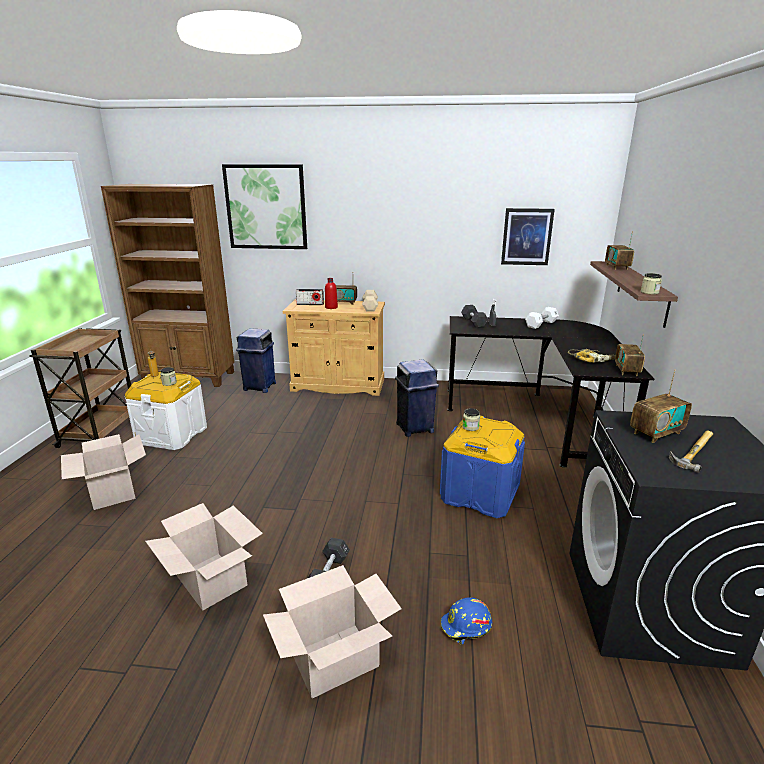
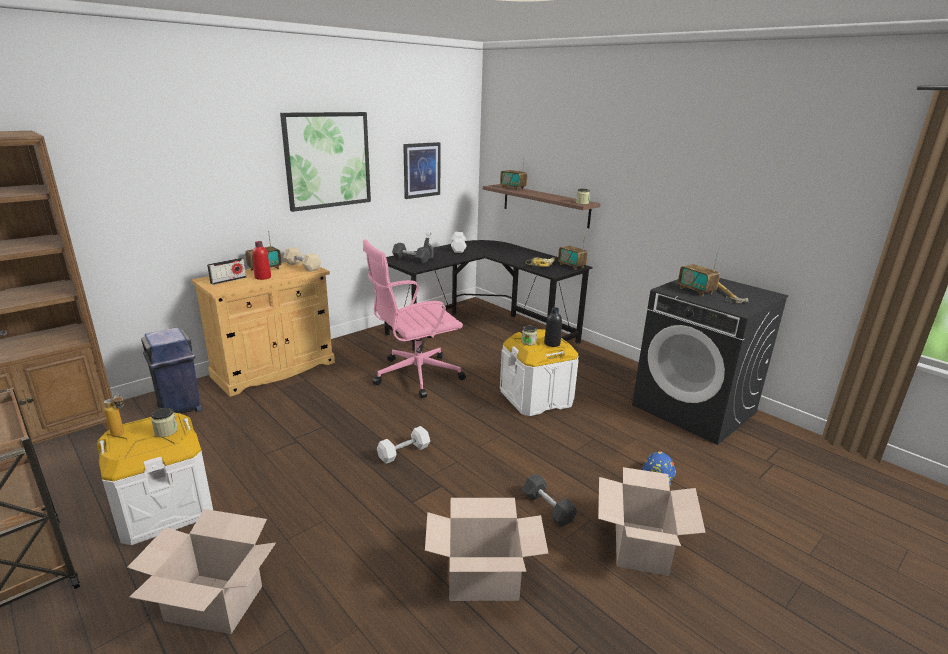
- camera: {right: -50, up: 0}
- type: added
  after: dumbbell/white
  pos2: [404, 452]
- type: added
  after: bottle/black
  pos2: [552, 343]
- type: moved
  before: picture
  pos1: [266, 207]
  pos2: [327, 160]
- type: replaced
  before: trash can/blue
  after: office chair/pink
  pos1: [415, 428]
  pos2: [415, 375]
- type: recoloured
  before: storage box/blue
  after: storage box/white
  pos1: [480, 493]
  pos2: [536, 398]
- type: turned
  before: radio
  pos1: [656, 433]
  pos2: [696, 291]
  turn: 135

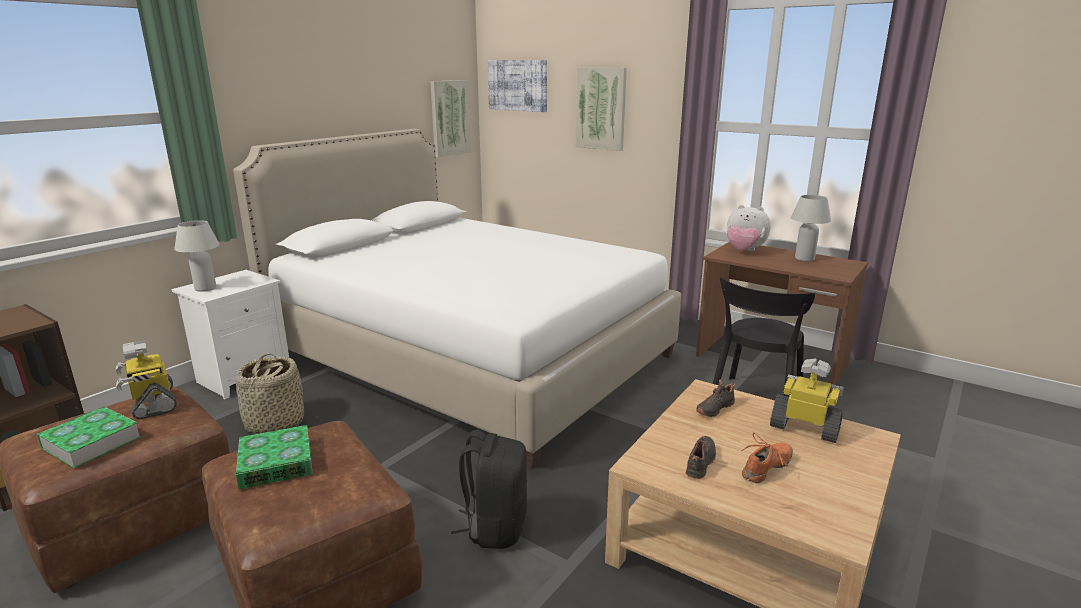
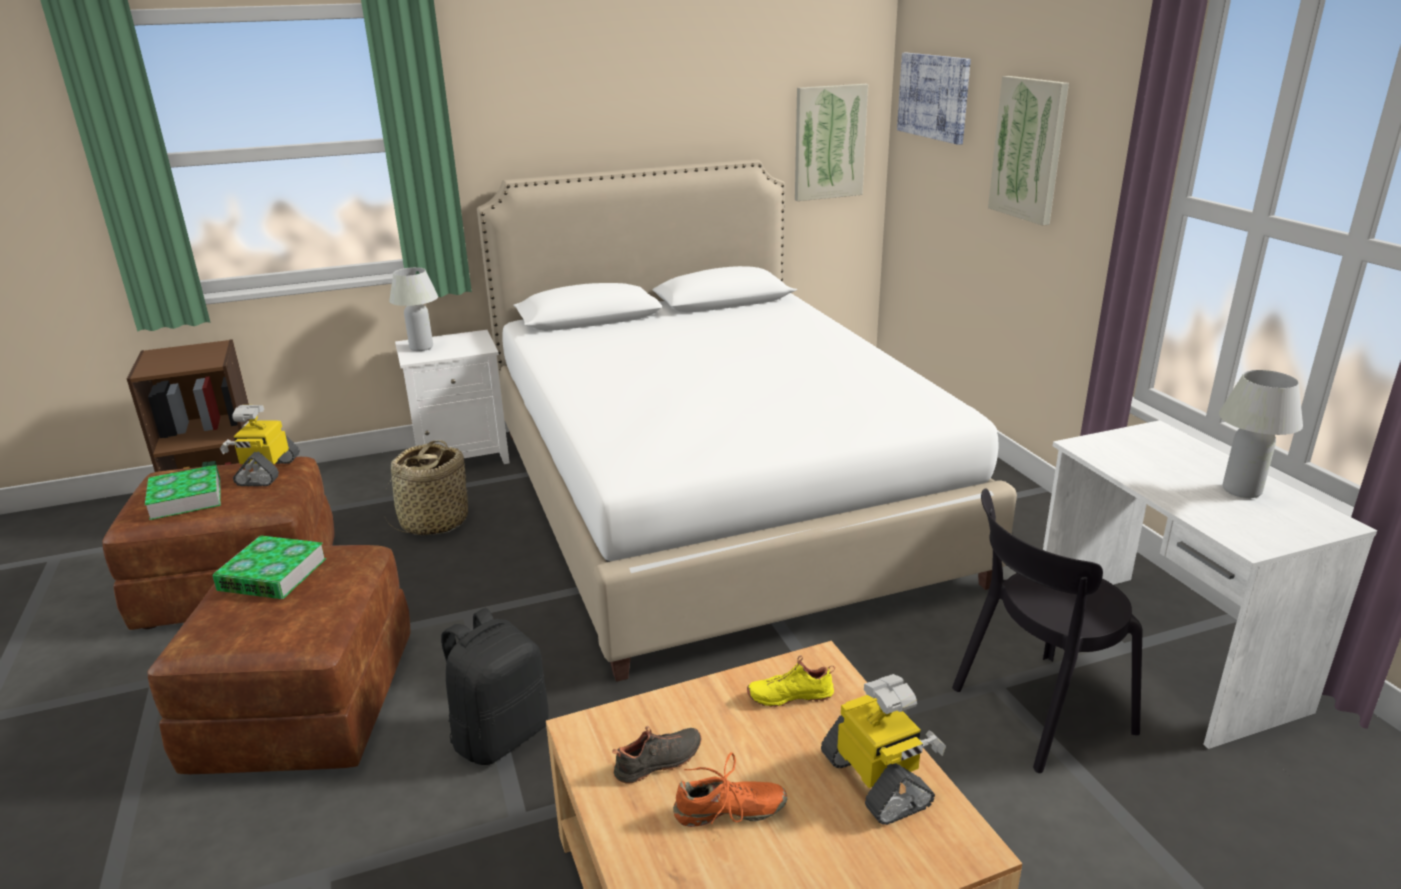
- camera: {right: 35, up: 5}
- type: removed
  before: plush toy
  pos1: [744, 251]
- type: recoloured
  before: desk/brown
  after: desk/white
  pos1: [770, 361]
  pos2: [1160, 653]
- type: recoloured
  before: shoe/black
  after: shoe/yellow
  pos1: [714, 408]
  pos2: [789, 695]

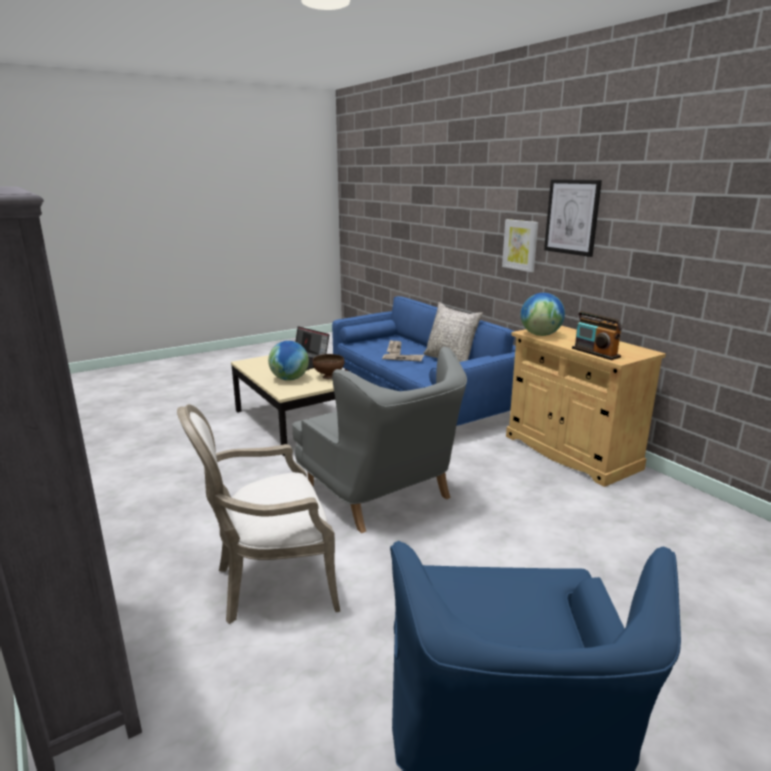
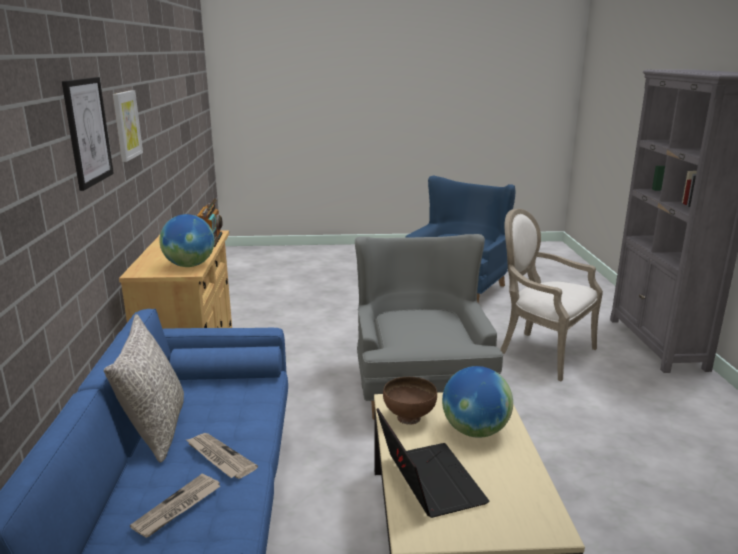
- camera: {right: -150, up: 0}
- type: moved
  before: picture
  pos1: [520, 245]
  pos2: [126, 125]
- type: turned
  before: armchair
  pos1: [269, 583]
  pos2: [541, 352]
  turn: -150

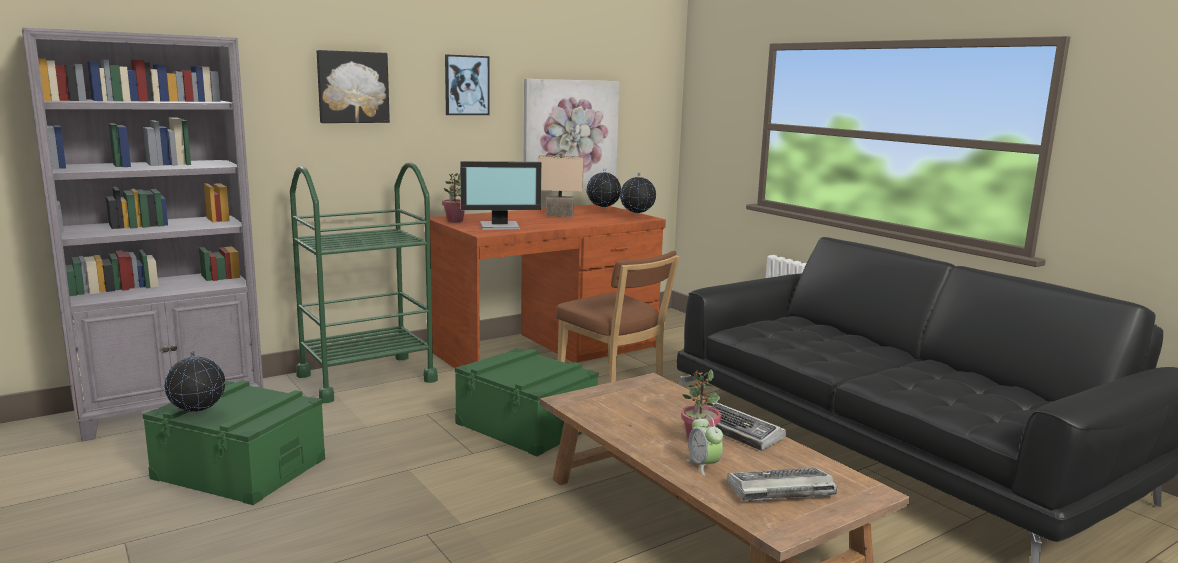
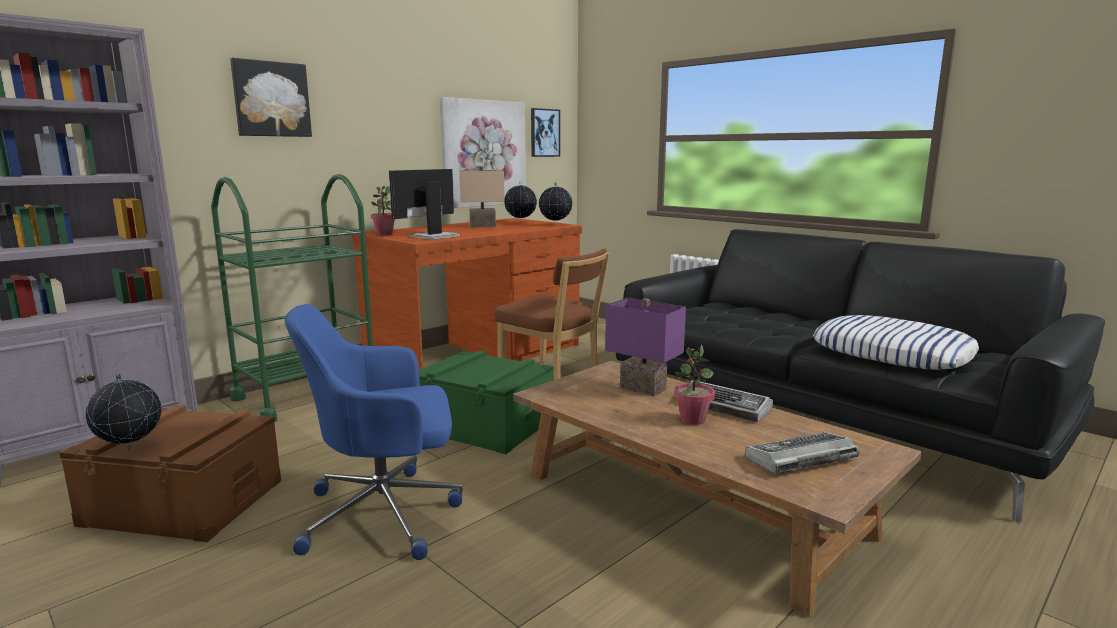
- camera: {right: -10, up: 0}
- type: removed
  before: alarm clock
  pos1: [703, 466]
- type: added
  after: office chair/blue
  pos2: [386, 513]
- type: added
  after: table lamp/purple
  pos2: [644, 388]
- type: added
  after: pillow
  pos2: [892, 353]
- type: moved
  before: picture
  pos1: [466, 85]
  pos2: [544, 133]
- type: recoloured
  before: storage box/green
  after: storage box/brown
  pos1: [240, 468]
  pos2: [185, 502]
- type: turned
  before: monitor
  pos1: [500, 226]
  pos2: [432, 236]
  turn: 150

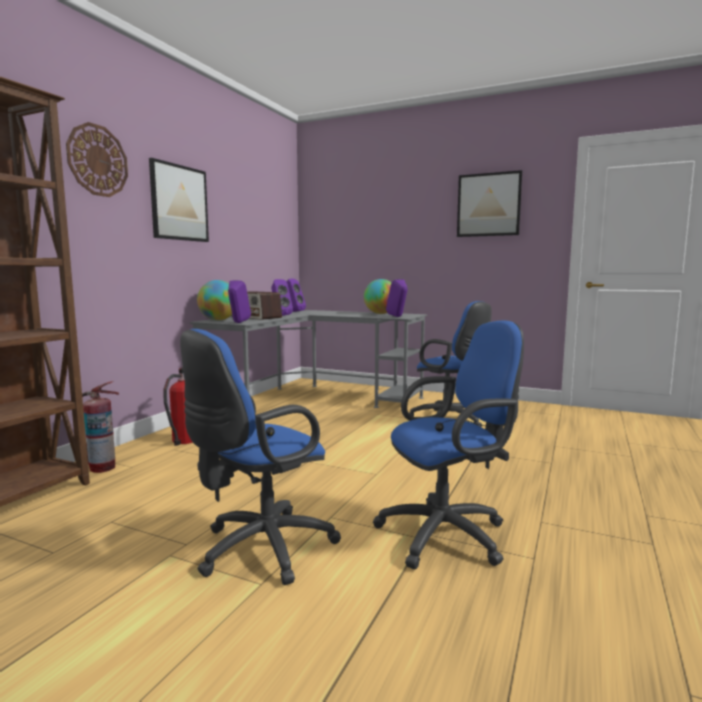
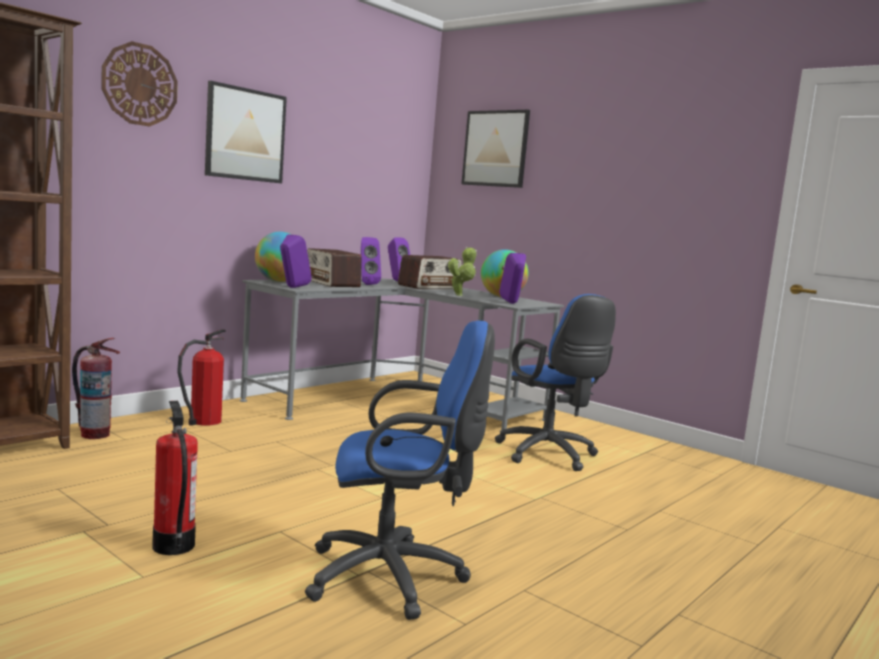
- camera: {right: 15, up: 0}
- type: added
  after: radio
  pos2: [430, 287]
- type: added
  after: potted plant
  pos2: [460, 295]
- type: moved
  before: picture
  pos1: [488, 205]
  pos2: [495, 148]
- type: replaced
  before: office chair/blue
  after: fire extinguisher
  pos1: [259, 550]
  pos2: [173, 546]

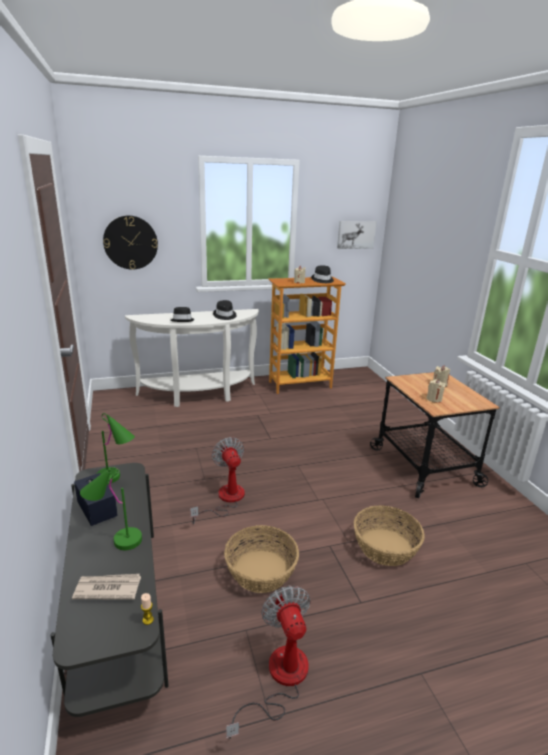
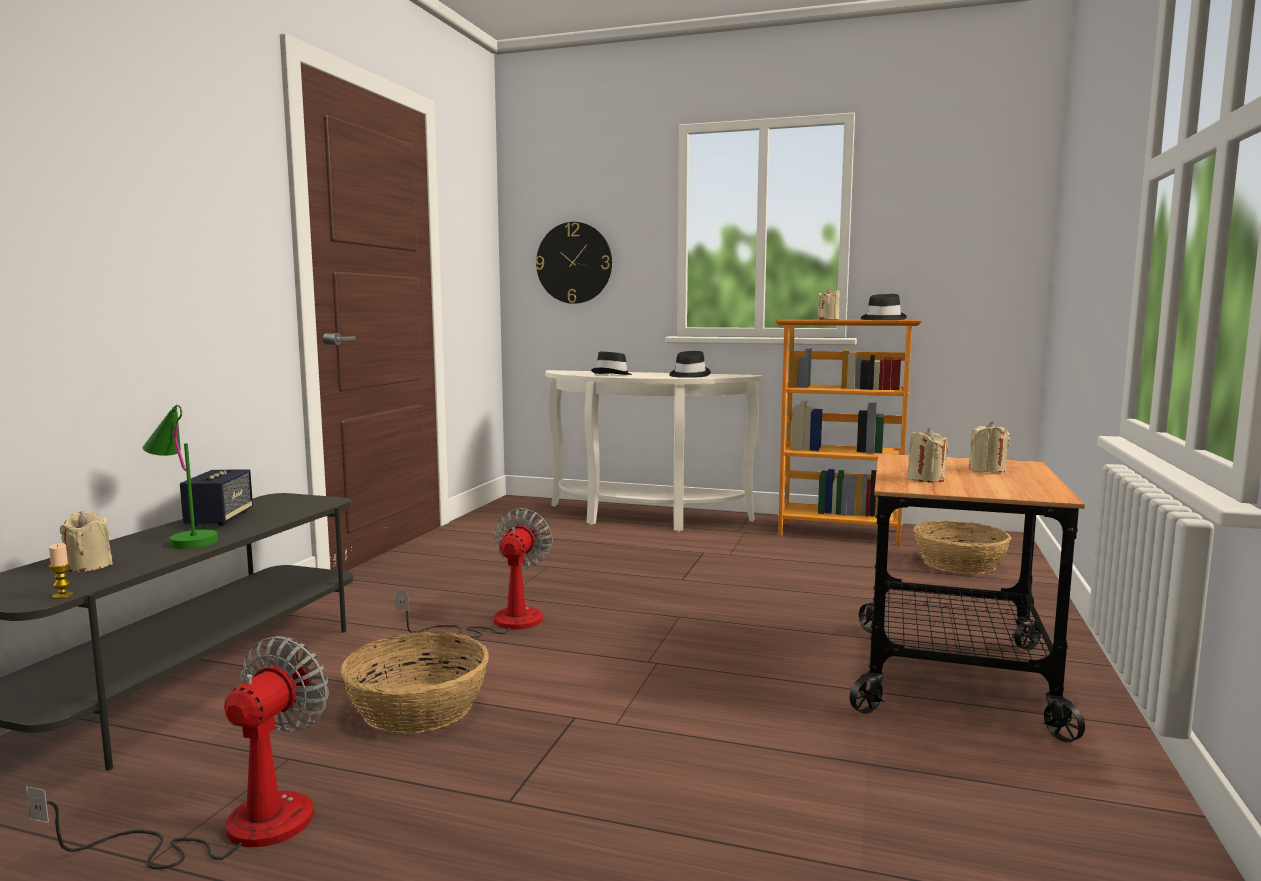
- camera: {right: 35, up: -15}
- type: removed
  before: table lamp/green
  pos1: [117, 479]
- type: removed
  before: picture
  pos1: [355, 234]
- type: moved
  before: basket
  pos1: [385, 546]
  pos2: [959, 564]
- type: replaced
  before: newspaper
  after: candle/beige
  pos1: [107, 588]
  pos2: [89, 566]

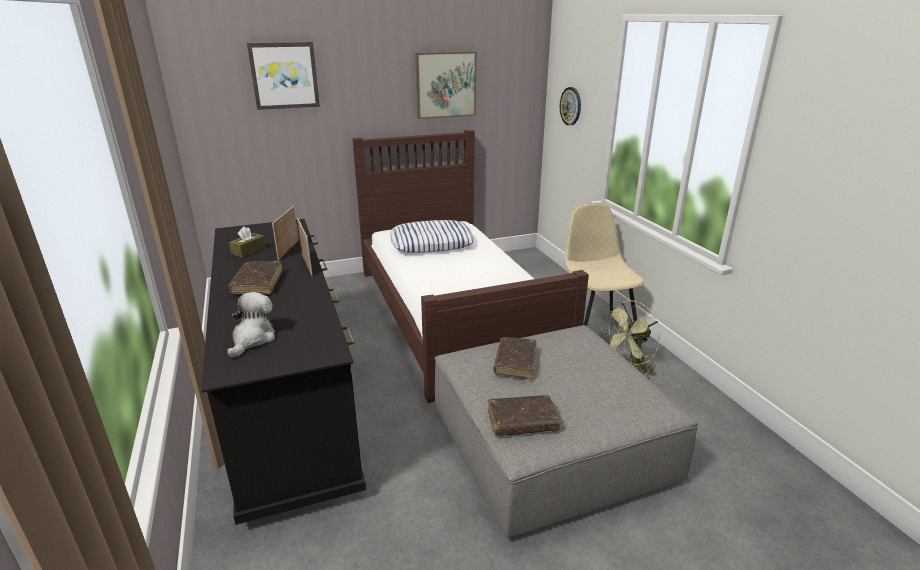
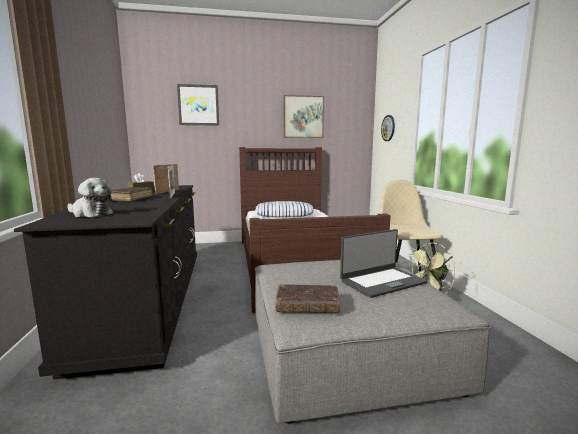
- camera: {right: 10, up: -15}
- type: removed
  before: book/brown
  pos1: [515, 363]
- type: added
  after: laptop
  pos2: [382, 281]
- type: turned
  before: plush toy
  pos1: [253, 339]
  pos2: [90, 214]
  turn: 90

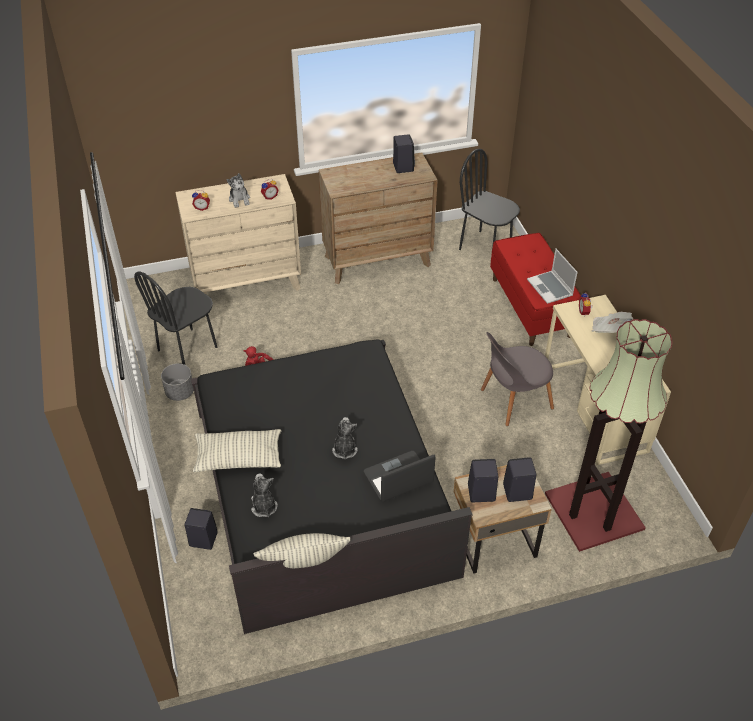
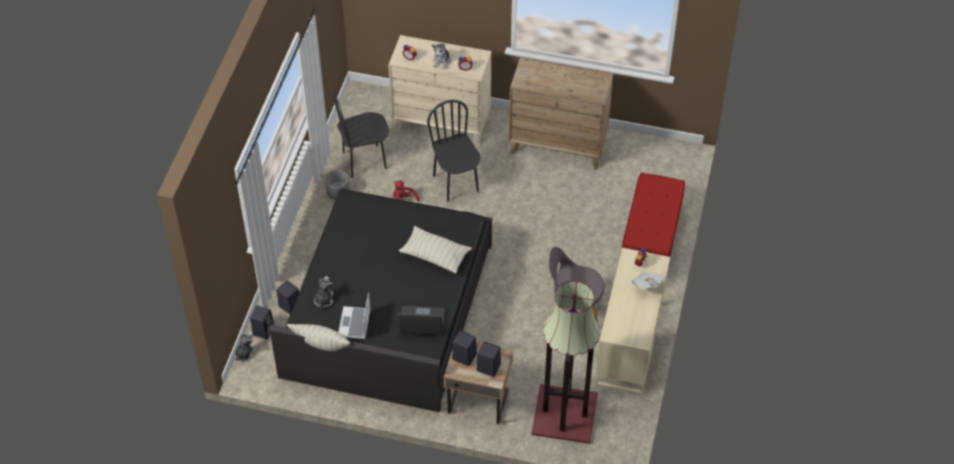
- camera: {right: 30, up: 5}
- type: moved
  before: pillow
  pos1: [238, 458]
  pos2: [435, 255]
- type: moved
  before: plush toy
  pos1: [344, 449]
  pos2: [245, 353]
- type: moved
  before: speaker/black
  pos1: [402, 167]
  pos2: [263, 330]
- type: moved
  before: chair/black
  pos1: [485, 247]
  pos2: [456, 183]
- type: moved
  before: laptop
  pos1: [550, 288]
  pos2: [355, 324]

